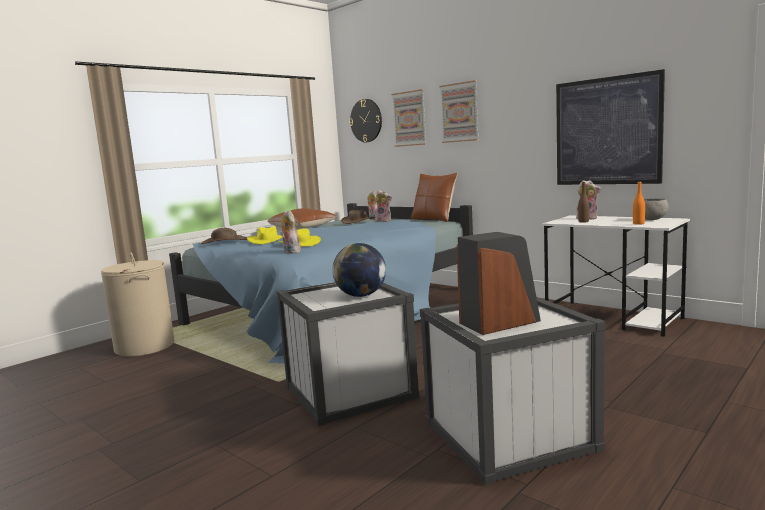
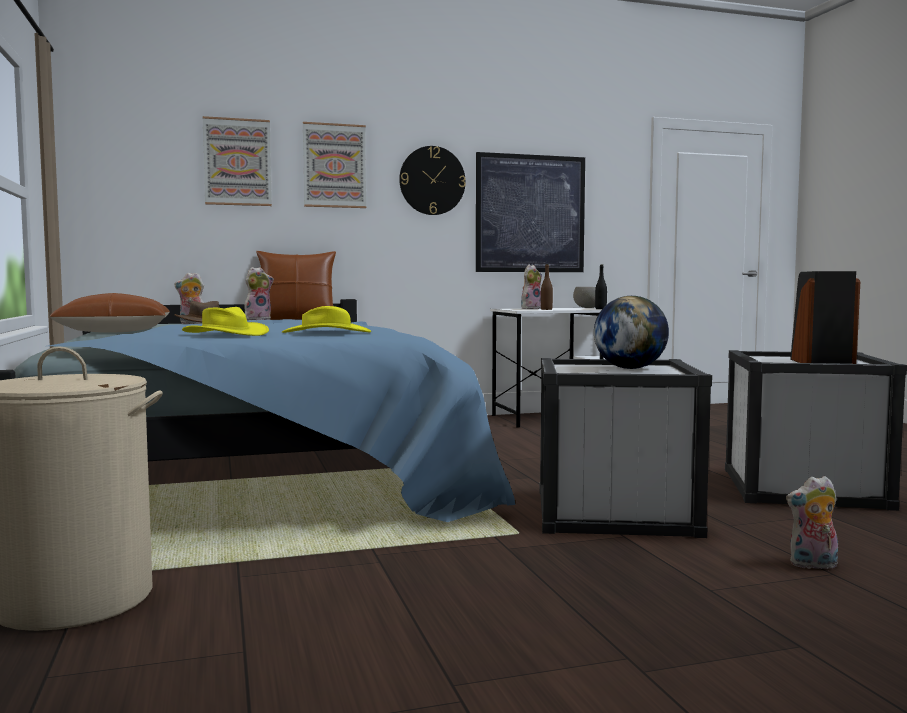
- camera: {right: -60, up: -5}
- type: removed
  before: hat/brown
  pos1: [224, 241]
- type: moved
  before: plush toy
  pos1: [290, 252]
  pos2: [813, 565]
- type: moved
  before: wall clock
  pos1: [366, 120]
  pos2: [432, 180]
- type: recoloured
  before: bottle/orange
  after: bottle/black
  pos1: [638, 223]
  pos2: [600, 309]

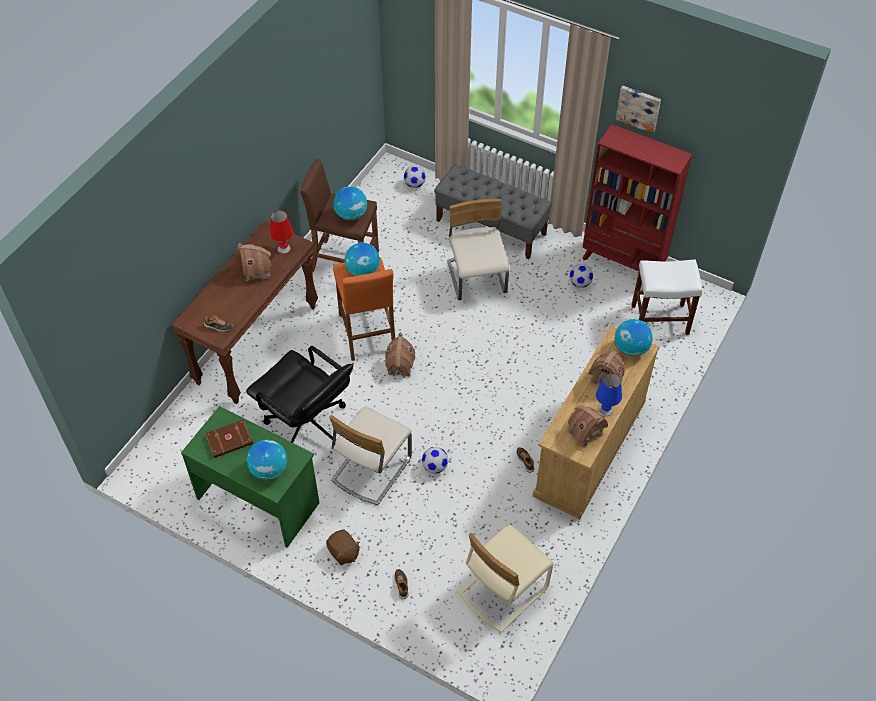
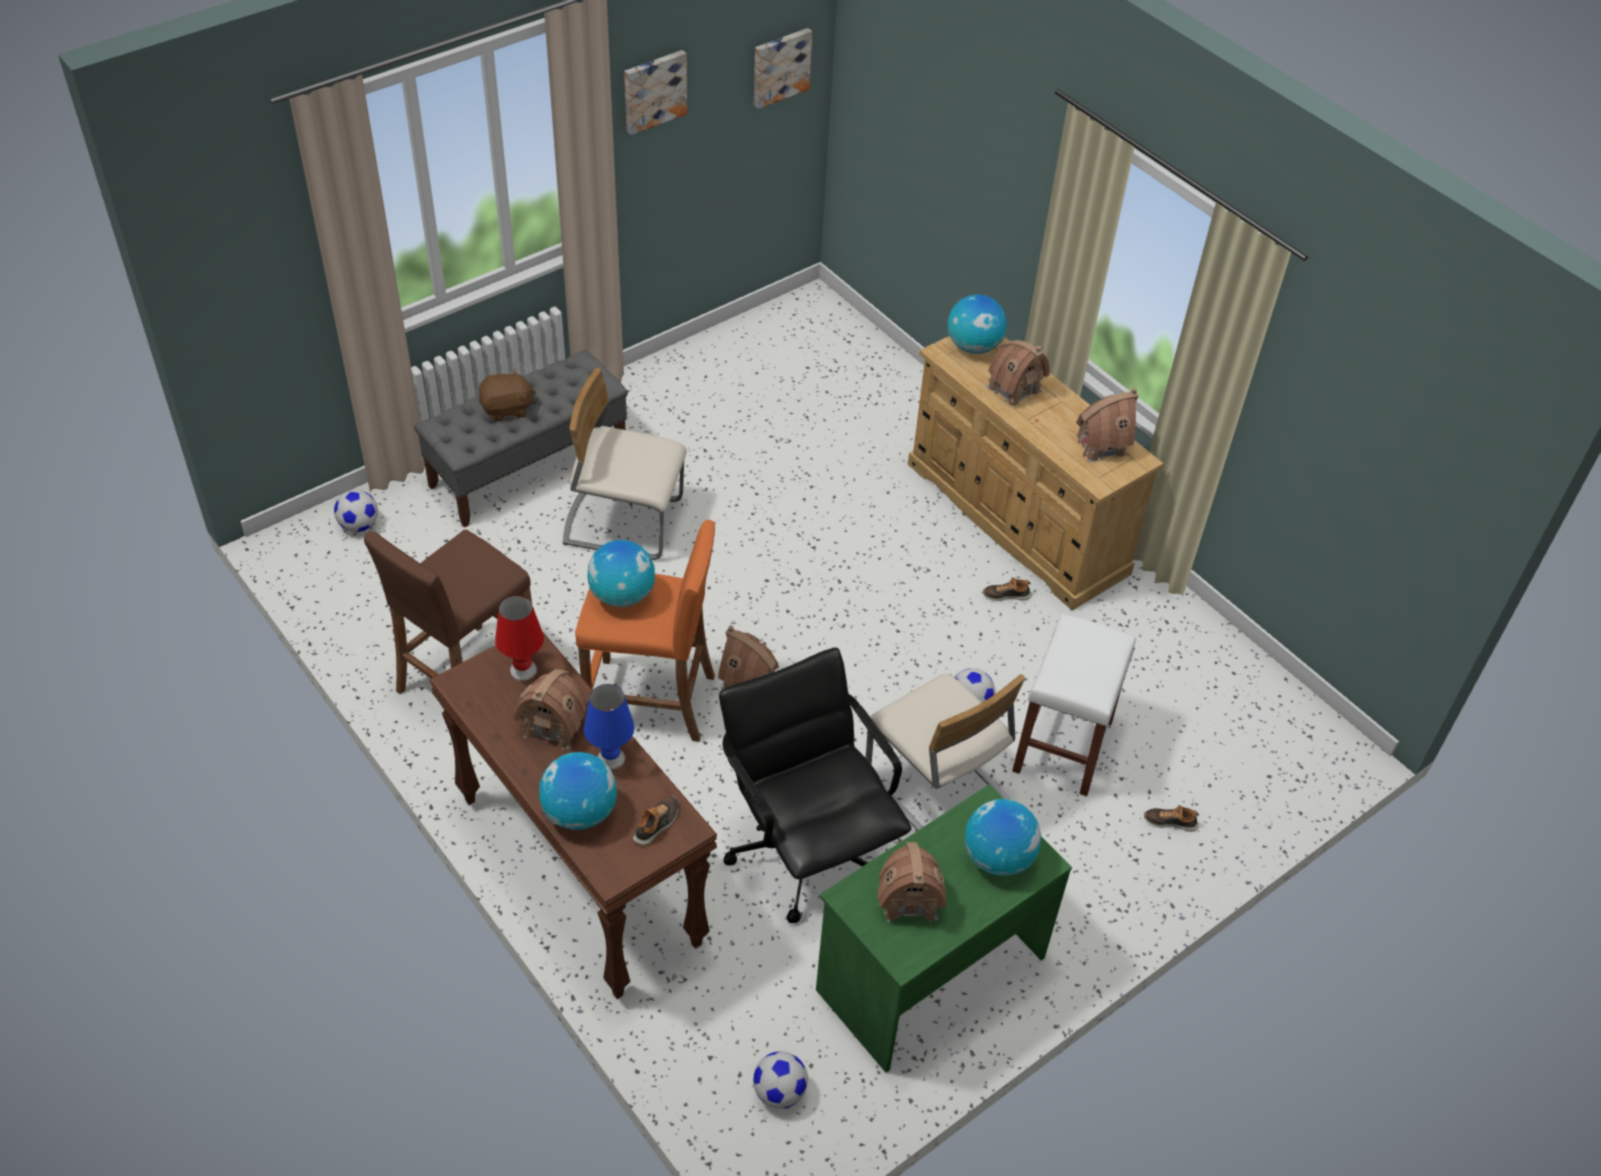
- camera: {right: -70, up: -5}
- type: removed
  before: chair/beige
  pos1: [502, 590]
- type: removed
  before: bookcase/red
  pos1: [623, 263]
- type: added
  after: picture
  pos2: [780, 66]
- type: moved
  before: plush toy/brown
  pos1: [343, 552]
  pos2: [507, 409]
- type: moved
  before: globe
  pos1: [351, 215]
  pos2: [579, 812]
- type: moved
  before: football
  pos1: [579, 283]
  pos2: [779, 1092]
- type: moved
  before: table lamp/blue
  pos1: [606, 410]
  pos2: [611, 758]
- type: moved
  before: stool/white
  pos1: [659, 320]
  pos2: [1063, 747]
- type: replaced
  before: book/brown
  after: toy house
  pos1: [230, 440]
  pos2: [909, 899]
- type: turned
  before: office chair/black
  pos1: [307, 426]
  pos2: [806, 850]
  turn: -90

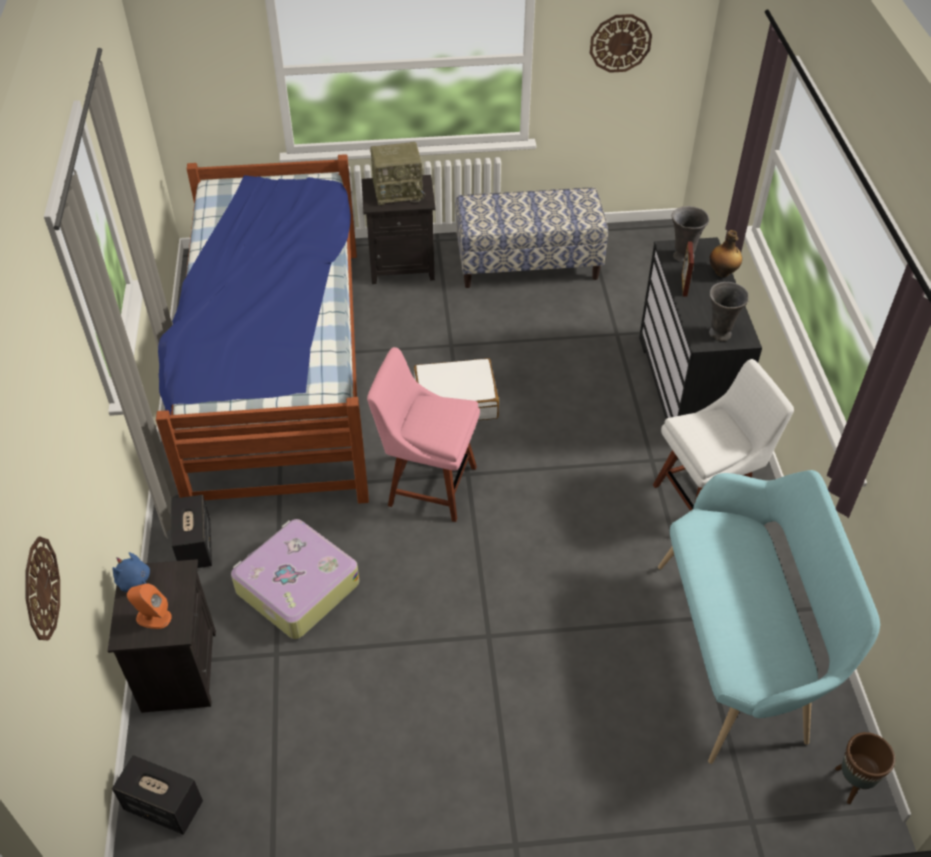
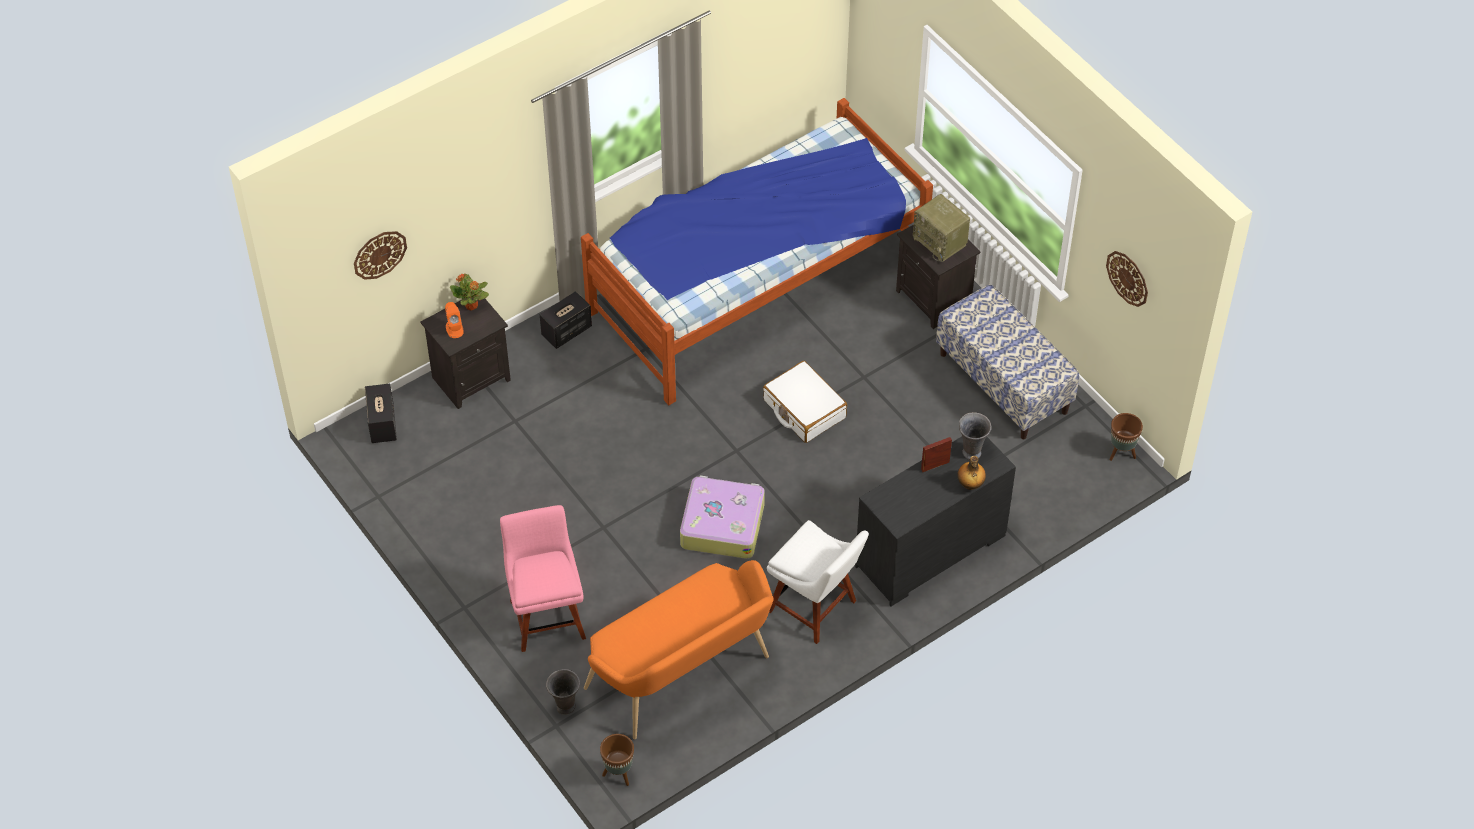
- camera: {right: 60, up: 5}
- type: added
  after: planter/brown
  pos2: [1121, 453]
- type: moved
  before: suitcase
  pos1: [296, 587]
  pos2: [722, 524]
- type: moved
  before: chair/pink
  pos1: [427, 484]
  pos2: [547, 615]
- type: moved
  before: vase/grey
  pos1: [720, 334]
  pos2: [565, 707]
- type: replaced
  before: plush toy/blue
  after: potted plant
  pos1: [135, 583]
  pos2: [471, 306]
- type: recoloured
  before: bench/turquoise
  after: bench/orange
  pos1: [740, 653]
  pos2: [684, 677]

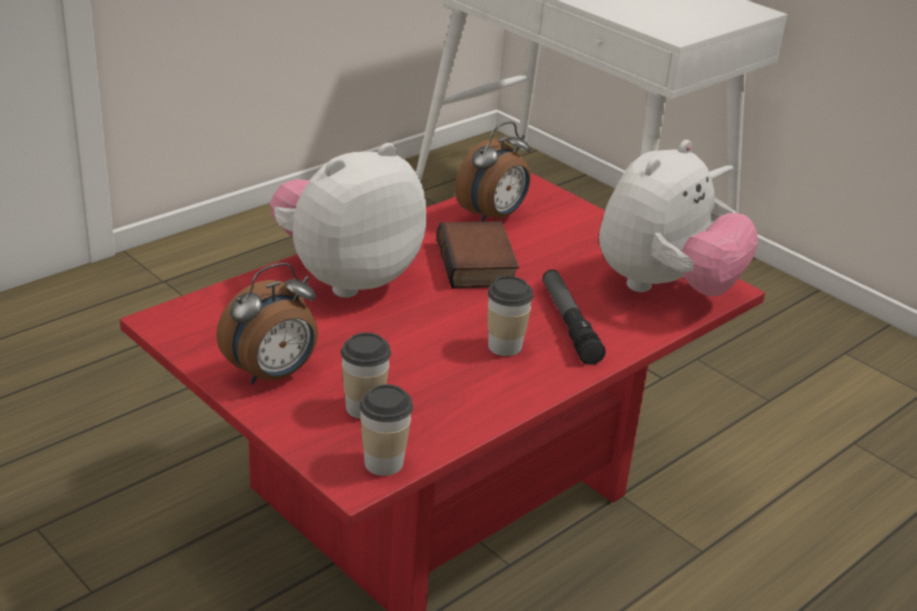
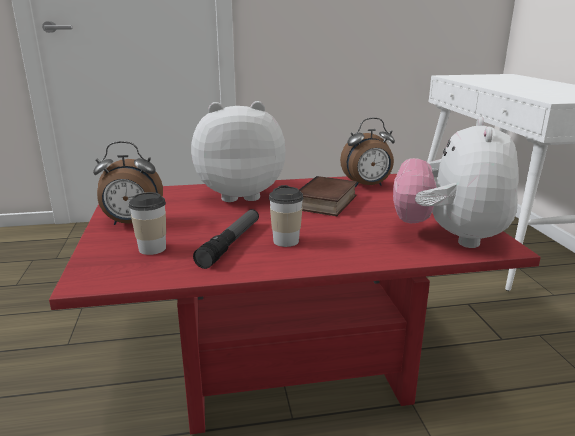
- camera: {right: 35, up: -10}
- type: removed
  before: cup
  pos1: [383, 463]
- type: moved
  before: flashlight
  pos1: [569, 324]
  pos2: [230, 243]
- type: turned
  before: plush toy
  pos1: [665, 288]
  pos2: [449, 237]
  turn: 120

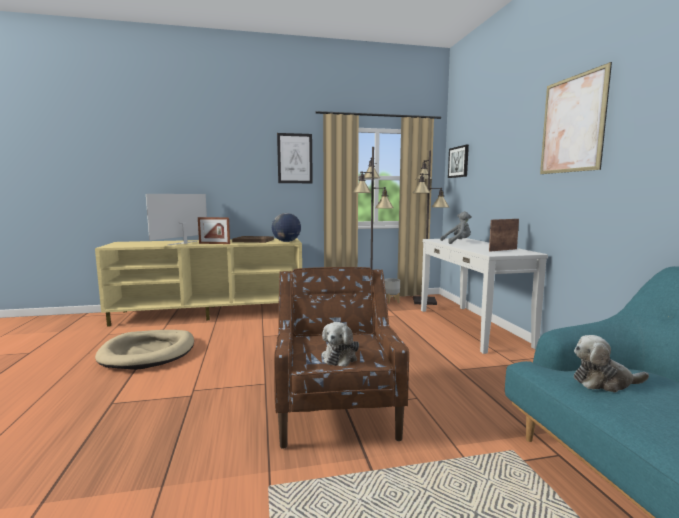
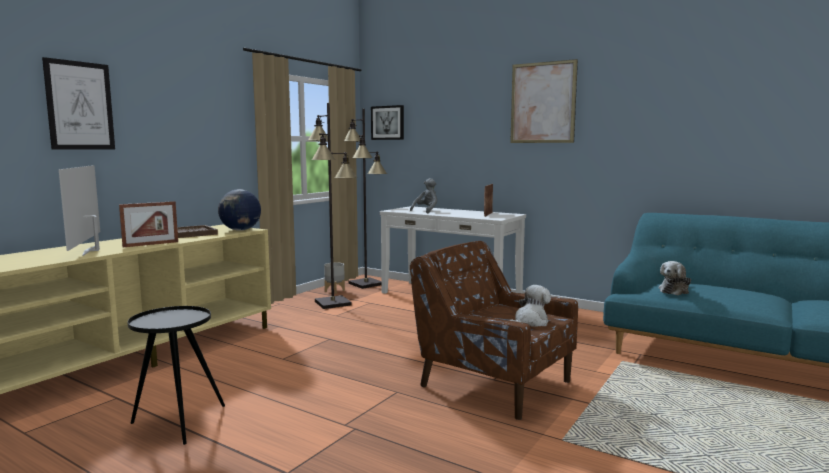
- camera: {right: -45, up: 0}
- type: moved
  before: picture
  pos1: [295, 158]
  pos2: [80, 106]
- type: replaced
  before: dog bed/beige
  after: side table/black
  pos1: [148, 352]
  pos2: [178, 422]
- type: turned
  before: plush toy
  pos1: [340, 357]
  pos2: [530, 322]
  turn: -105

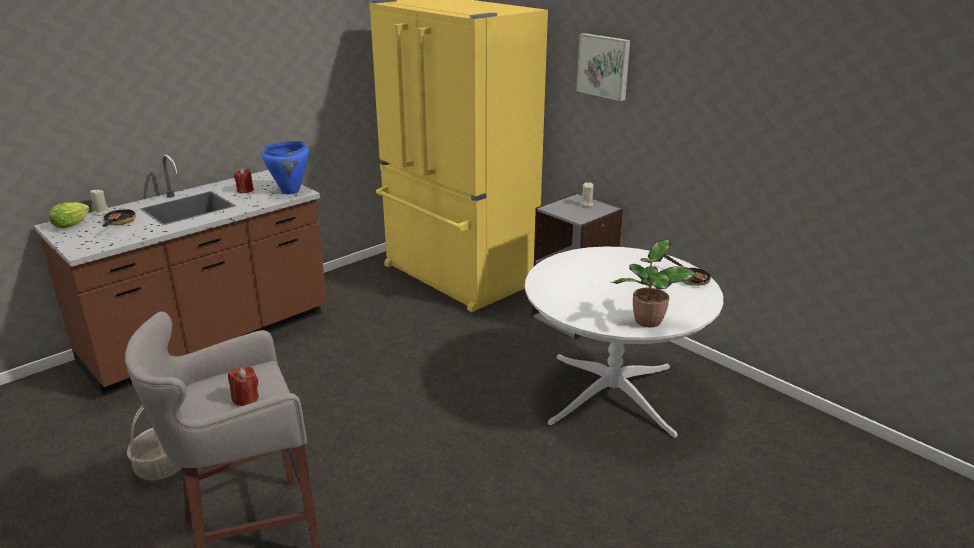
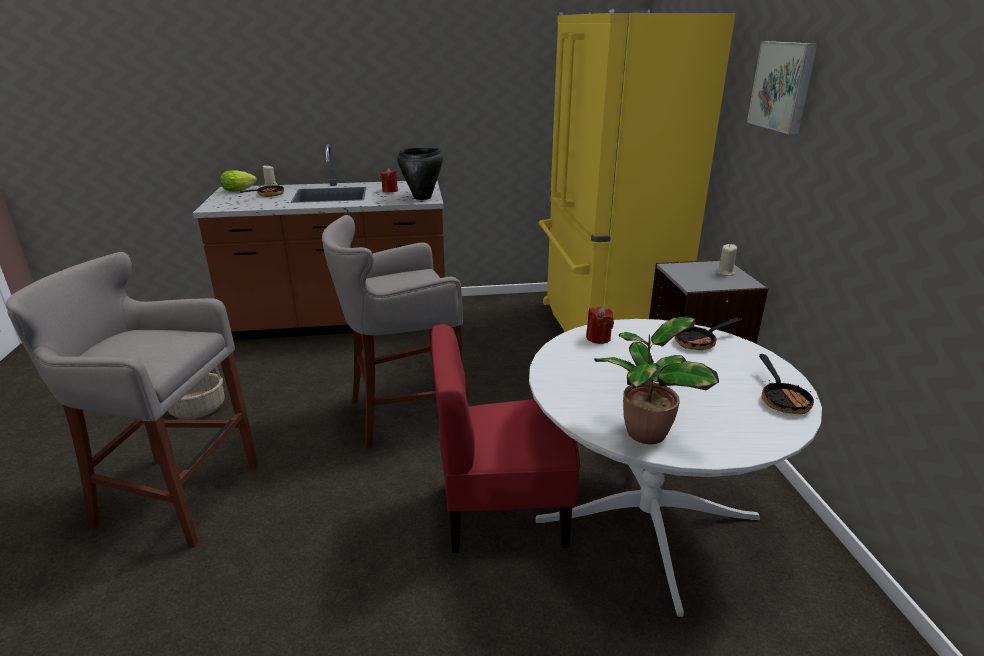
- camera: {right: 35, up: 0}
- type: added
  after: stool/grey
  pos2: [402, 414]
- type: added
  after: chair/red
  pos2: [502, 512]
- type: added
  after: frying pan
  pos2: [700, 342]
- type: moved
  before: candle/red
  pos1: [245, 398]
  pos2: [598, 338]
- type: recoloured
  before: cooking pot/blue
  after: cooking pot/black
  pos1: [290, 191]
  pos2: [422, 197]

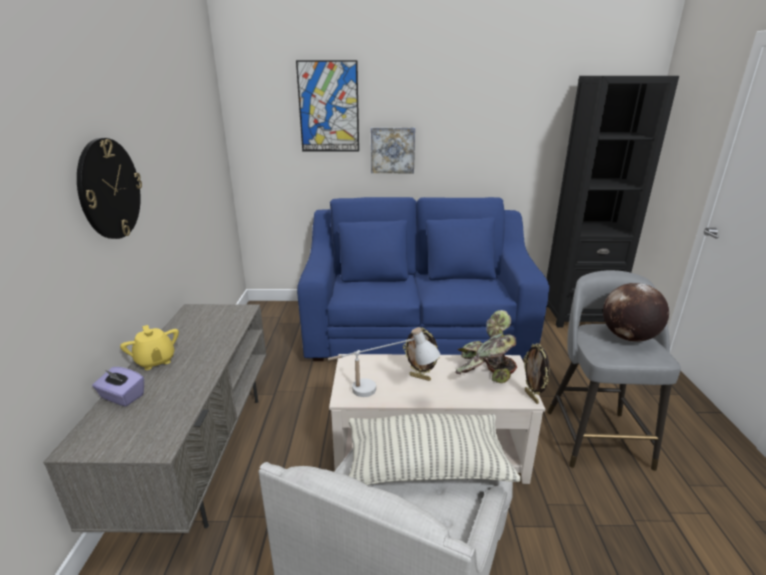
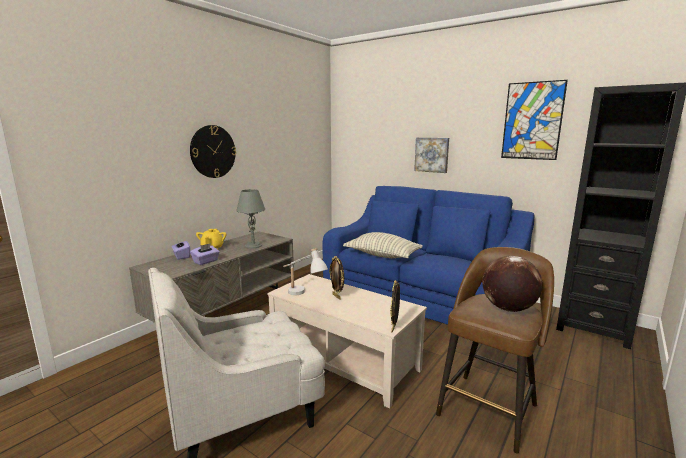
- camera: {right: 35, up: -10}
- type: removed
  before: potted plant
  pos1: [483, 372]
- type: added
  after: tissue box/purple
  pos2: [206, 261]
- type: added
  after: table lamp/grey
  pos2: [253, 246]
- type: moved
  before: picture
  pos1: [328, 107]
  pos2: [532, 121]
- type: moved
  before: pillow
  pos1: [426, 465]
  pos2: [382, 255]
- type: recoloured
  before: stool/grey
  after: stool/brown
  pos1: [596, 436]
  pos2: [488, 408]

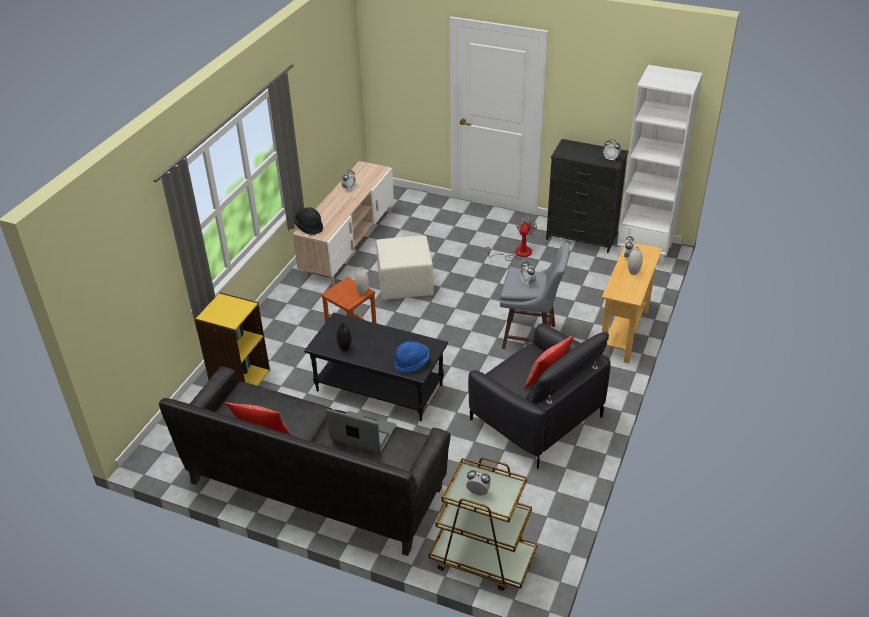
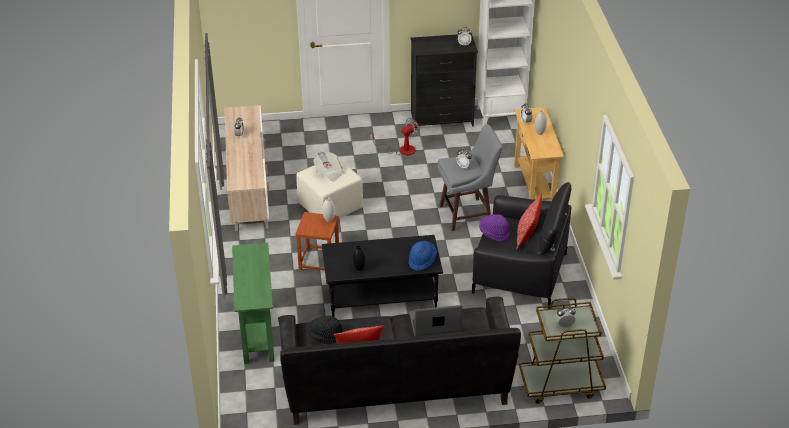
- camera: {right: -30, up: 0}
- type: added
  after: newspaper
  pos2: [329, 173]
- type: added
  after: hat/purple
  pos2: [494, 233]
- type: moved
  before: hat/black
  pos1: [309, 227]
  pos2: [326, 336]
- type: replaced
  before: bookcase/yellow
  after: console table/green
  pos1: [239, 378]
  pos2: [257, 332]
- type: turned
  before: fan
  pos1: [517, 253]
  pos2: [401, 150]
  turn: 60

